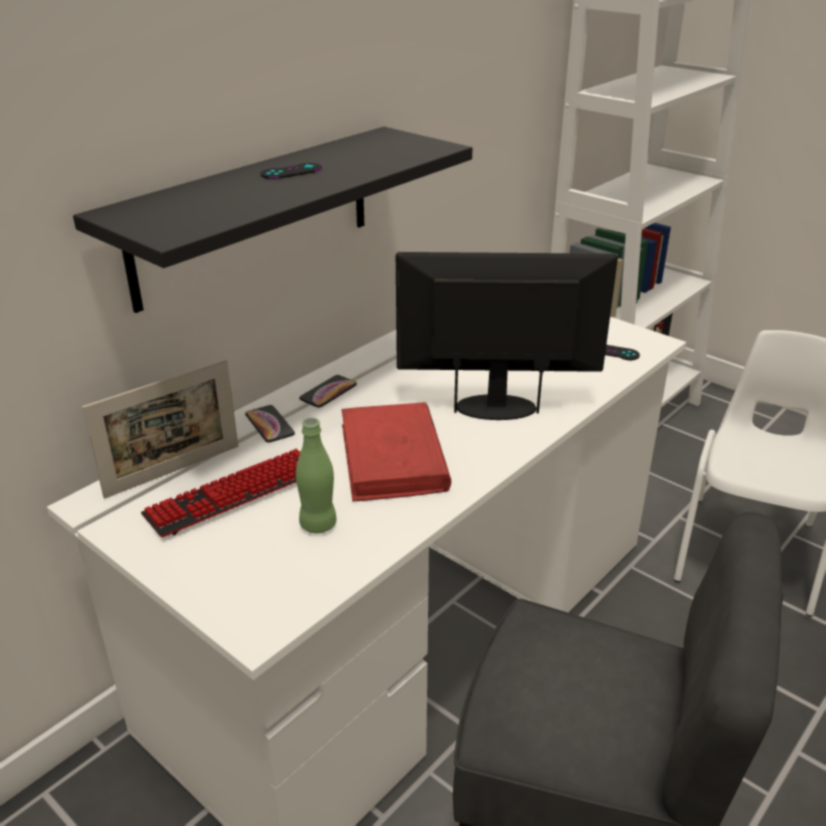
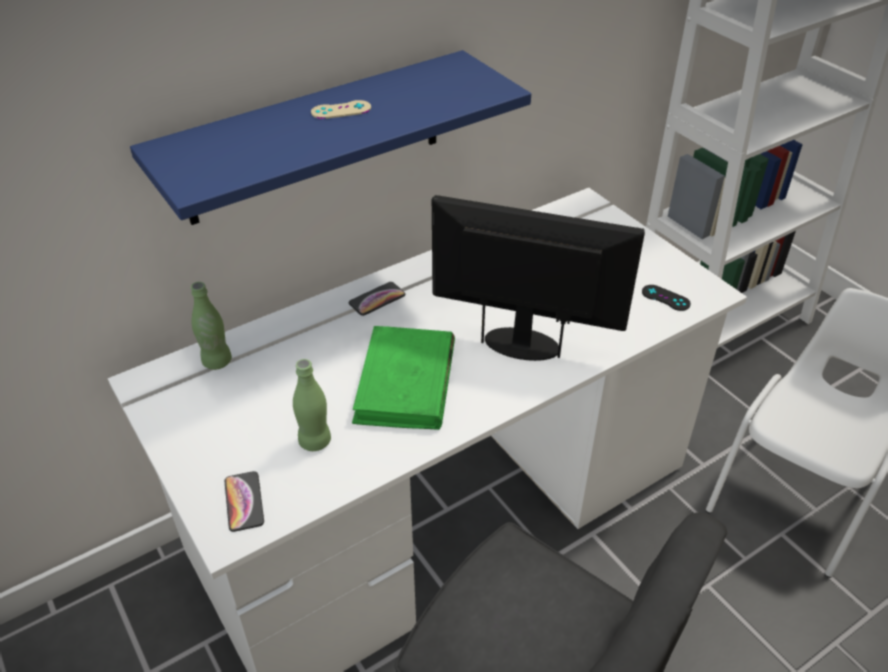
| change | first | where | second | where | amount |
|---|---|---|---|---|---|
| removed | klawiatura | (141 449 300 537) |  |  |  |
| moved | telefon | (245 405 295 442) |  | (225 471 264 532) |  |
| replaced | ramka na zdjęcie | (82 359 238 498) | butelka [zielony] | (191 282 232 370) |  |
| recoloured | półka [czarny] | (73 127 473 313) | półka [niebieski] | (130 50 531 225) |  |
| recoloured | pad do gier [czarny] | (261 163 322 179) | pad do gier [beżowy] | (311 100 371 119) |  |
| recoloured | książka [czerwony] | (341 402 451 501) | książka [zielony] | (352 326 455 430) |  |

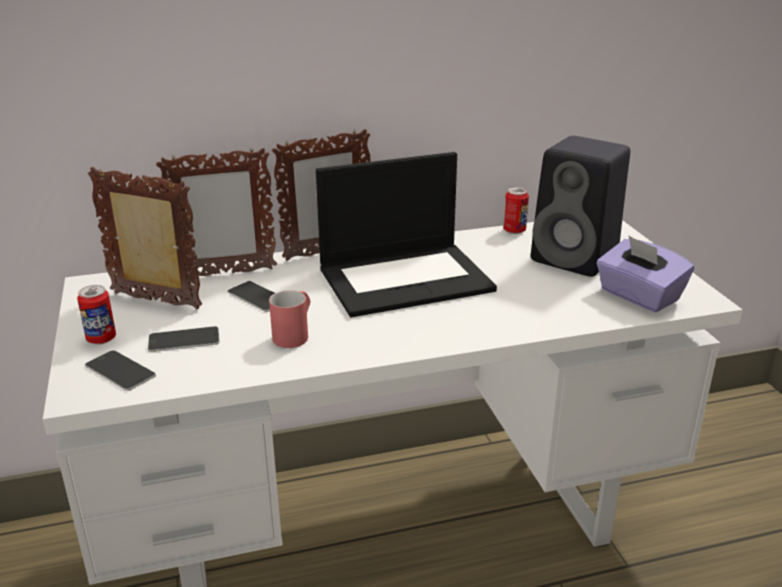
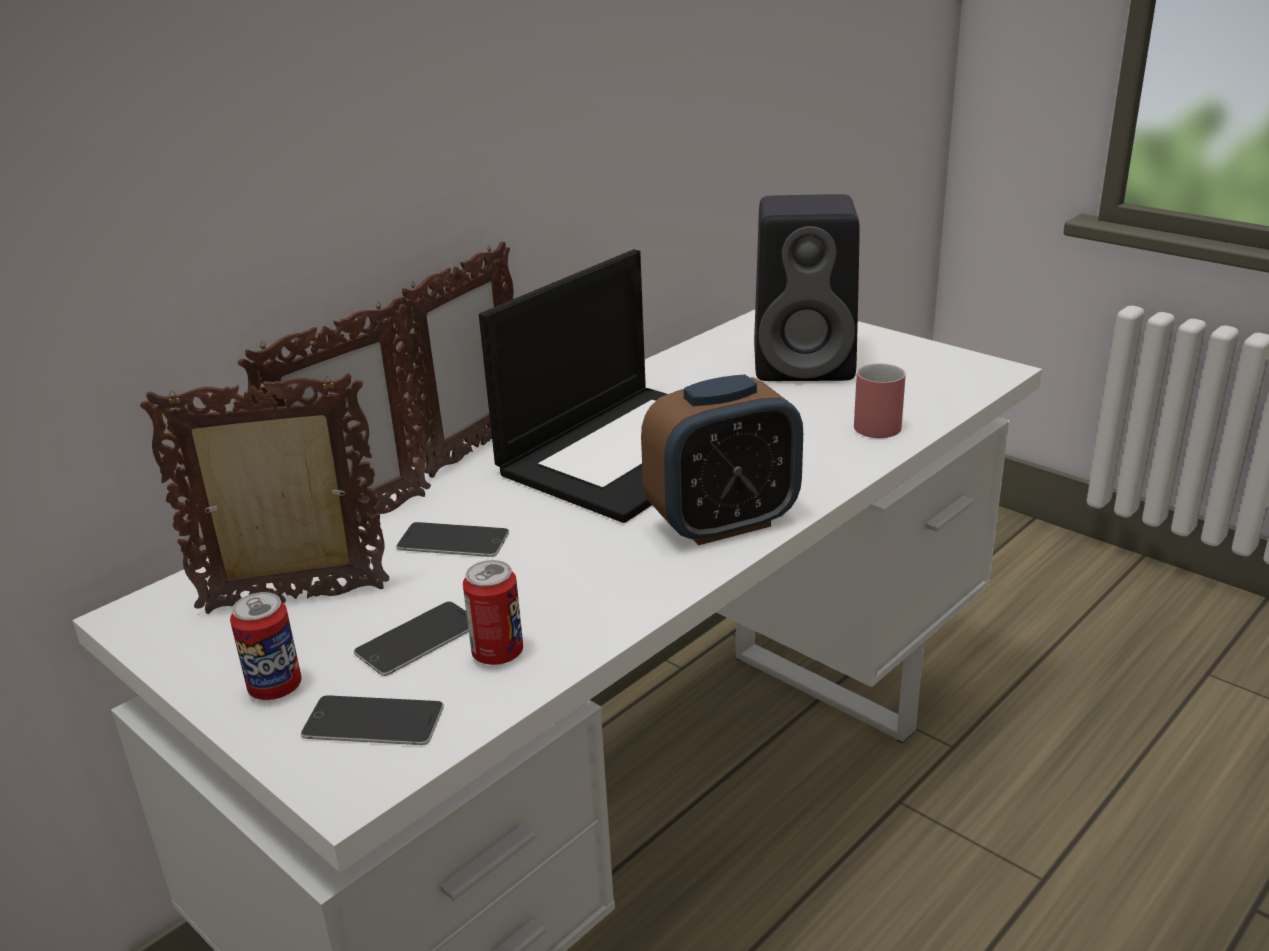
| change | first | where | second | where | amount |
|---|---|---|---|---|---|
| removed | pudełko chusteczek [fioletowy] | (596 235 694 312) |  |  |  |
| added |  |  | budzik | (641 375 803 545) |  |
| moved | kubek [czerwony] | (269 290 311 348) |  | (854 363 906 438) |  |
| moved | puszka | (503 187 529 234) |  | (463 560 523 665) |  |

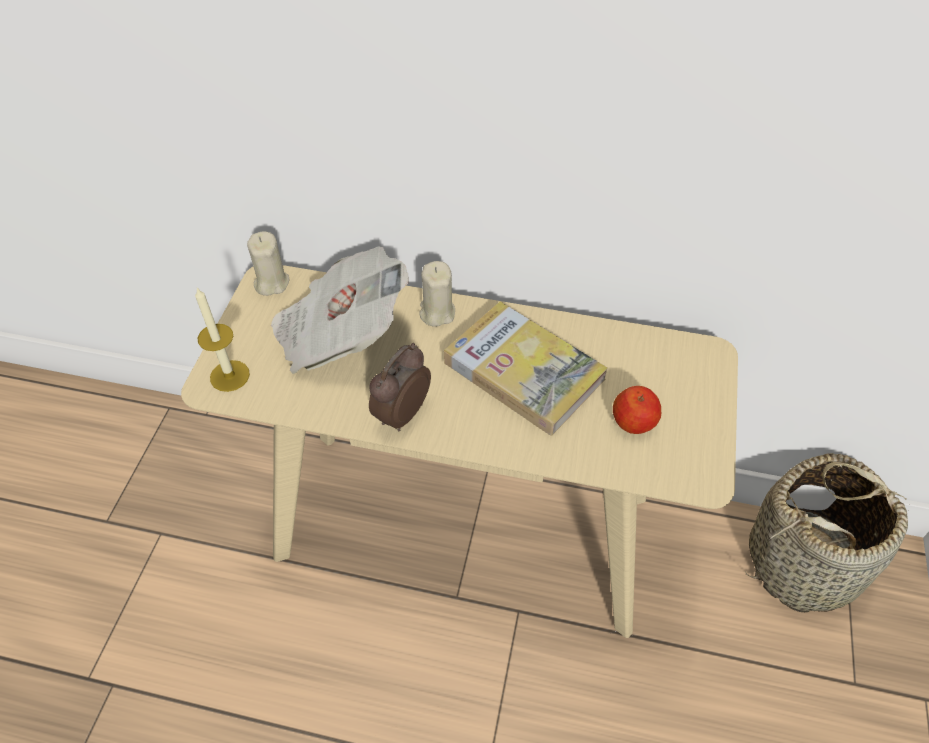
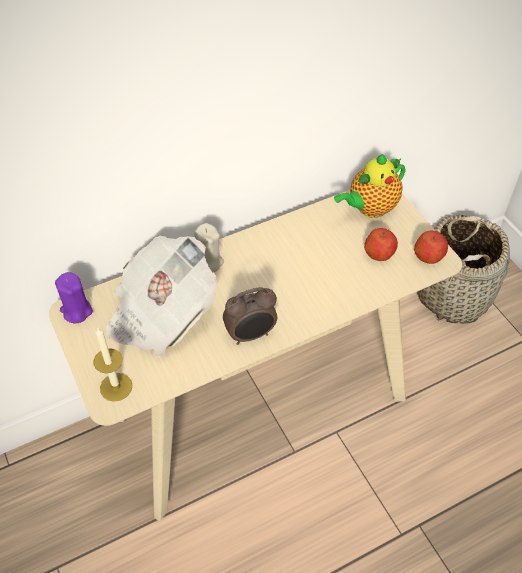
| change | first | where | second | where | amount |
|---|---|---|---|---|---|
| removed | książka | (444 301 608 436) |  |  |  |
| added |  |  | imbryk | (334 154 405 218) |  |
| added |  |  | jabłko | (414 231 448 264) |  |
| recoloured | świeca [beżowy] | (247 231 289 296) | świeca [fioletowy] | (55 272 93 323) |  |
| turned | budzik | (369 343 431 431) |  | (223 287 277 345) | 105 degrees counterclockwise |

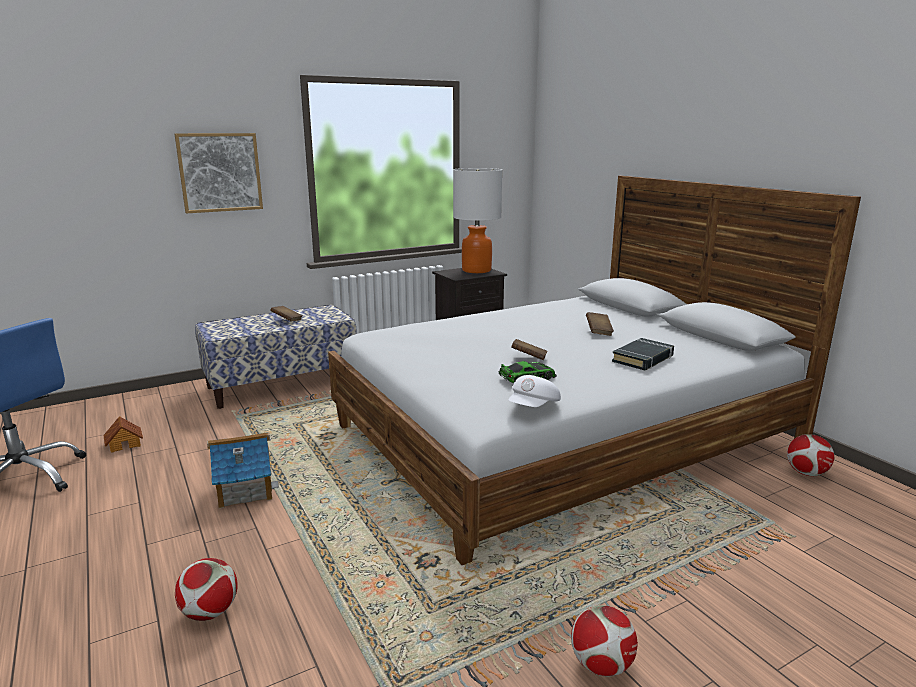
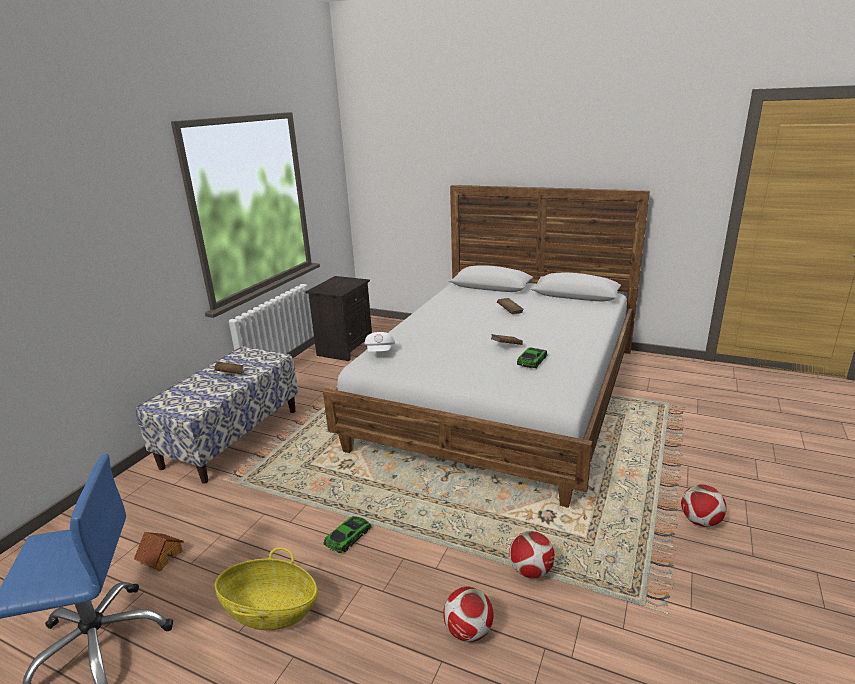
| change | first | where | second | where | amount |
|---|---|---|---|---|---|
| removed | obraz | (175 133 263 213) |  |  |  |
| removed | lampa stołowa | (453 168 502 273) |  |  |  |
| removed | książka [czarny] | (612 338 674 370) |  |  |  |
| added |  |  | koszyk | (215 548 318 630) |  |
| moved | czapka z daszkiem [biały] | (508 375 561 407) |  | (364 332 395 352) |  |
| moved | piłka futbolowa | (787 434 834 476) |  | (509 531 555 578) |  |
| replaced | domek | (207 432 279 509) | samochodzik | (323 516 371 553) |  |

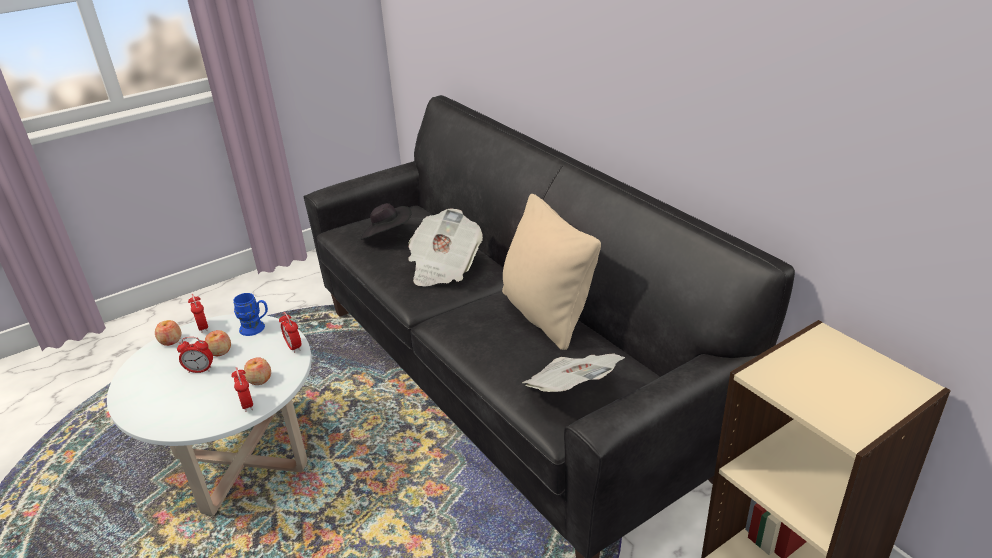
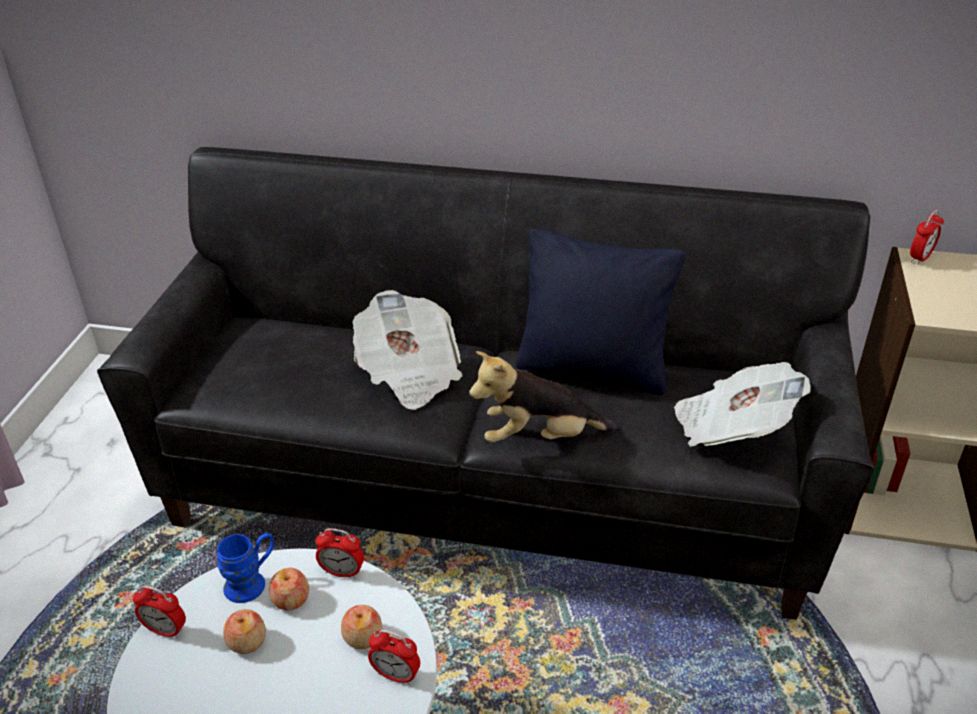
| change | first | where | second | where | amount |
|---|---|---|---|---|---|
| removed | kapelusz [czarny] | (360 203 412 240) |  |  |  |
| added |  |  | pluszak | (469 351 617 443) |  |
| moved | jabłko | (155 320 181 346) |  | (269 568 309 610) |  |
| moved | budzik | (177 337 213 373) |  | (910 210 944 265) |  |
| recoloured | poduszka [beżowy] | (502 194 601 350) | poduszka [czarny] | (515 228 686 395) |  |

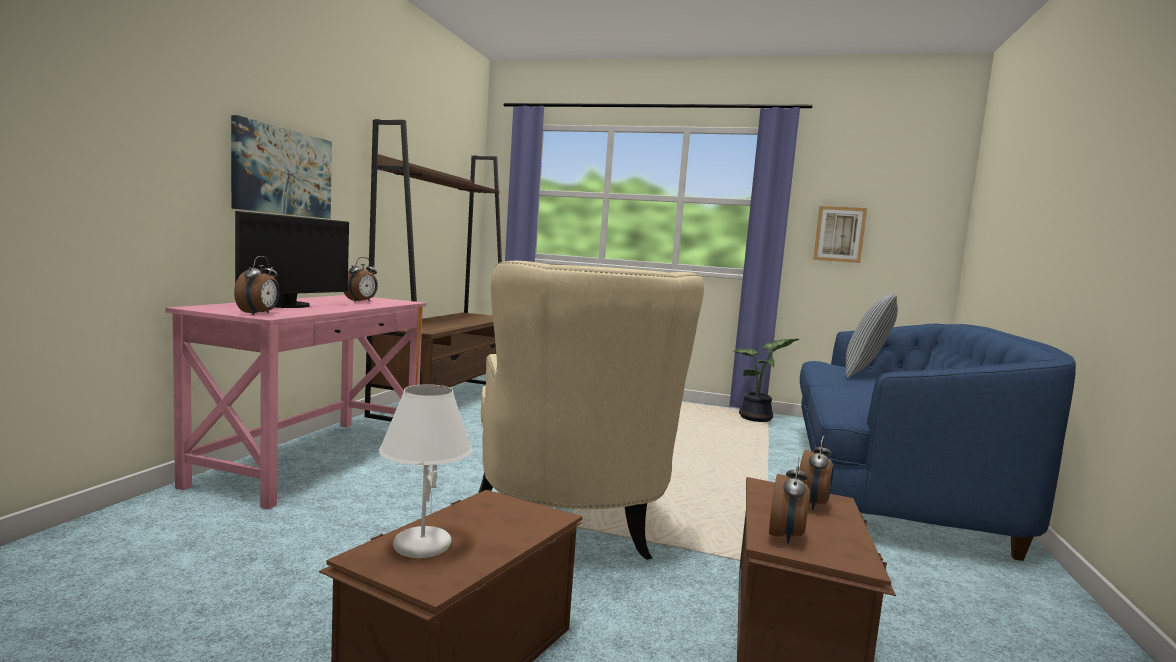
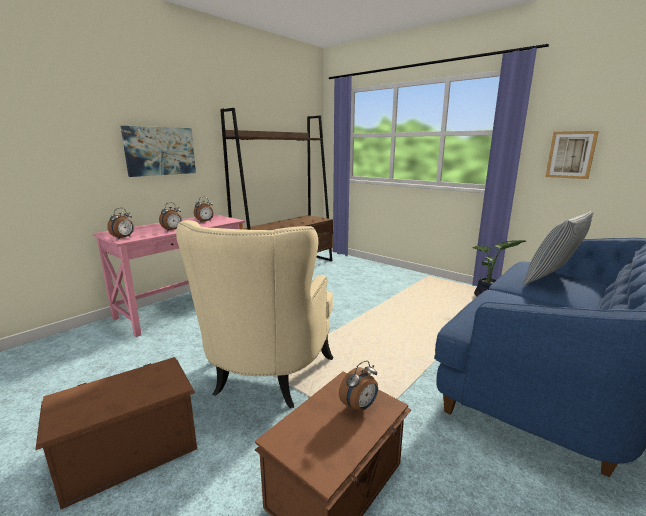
| change | first | where | second | where | amount |
|---|---|---|---|---|---|
| removed | monitor | (235 211 349 308) |  |  |  |
| removed | lampa stołowa [biały] | (379 384 472 558) |  |  |  |
| moved | budzik | (769 457 810 544) |  | (159 202 182 231) |  |

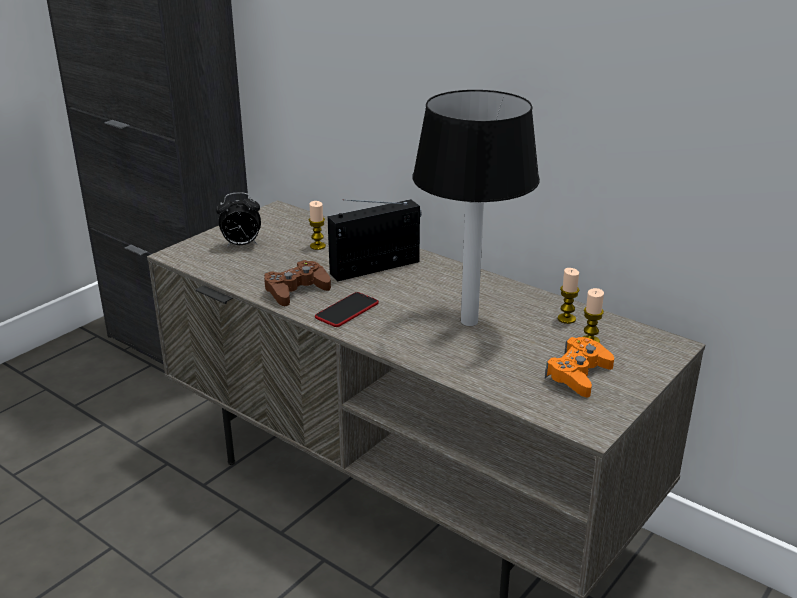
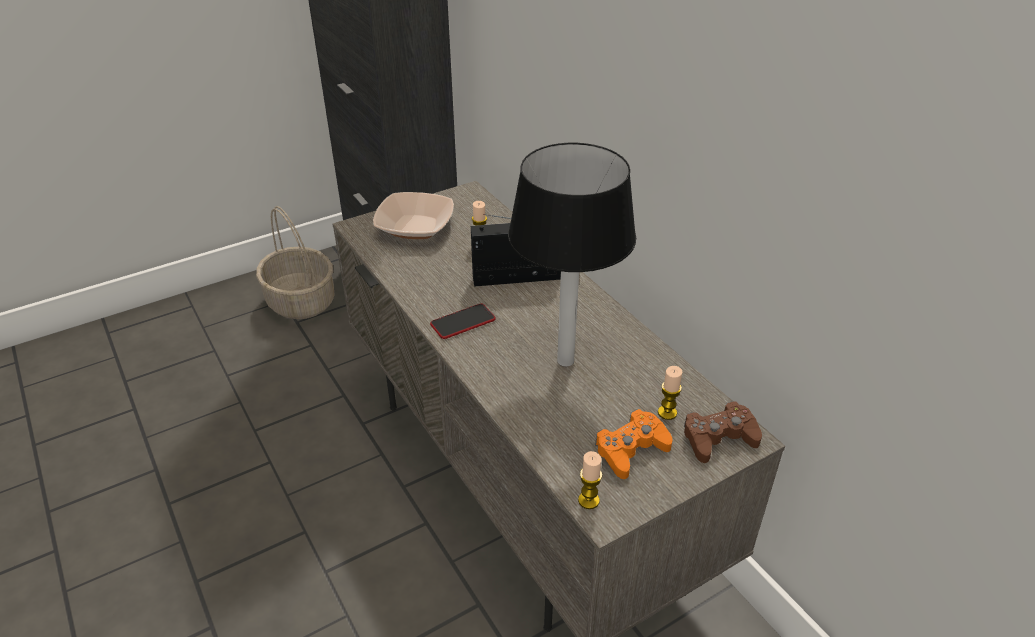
| change | first | where | second | where | amount |
|---|---|---|---|---|---|
| added |  |  | koszyk | (256 206 334 319) |  |
| moved | pad do gier [brązowy] | (264 260 331 306) |  | (684 401 762 463) |  |
| moved | świeca | (558 268 579 324) |  | (578 451 602 509) |  |
| replaced | budzik | (216 192 261 247) | miska | (373 192 454 239) |  |

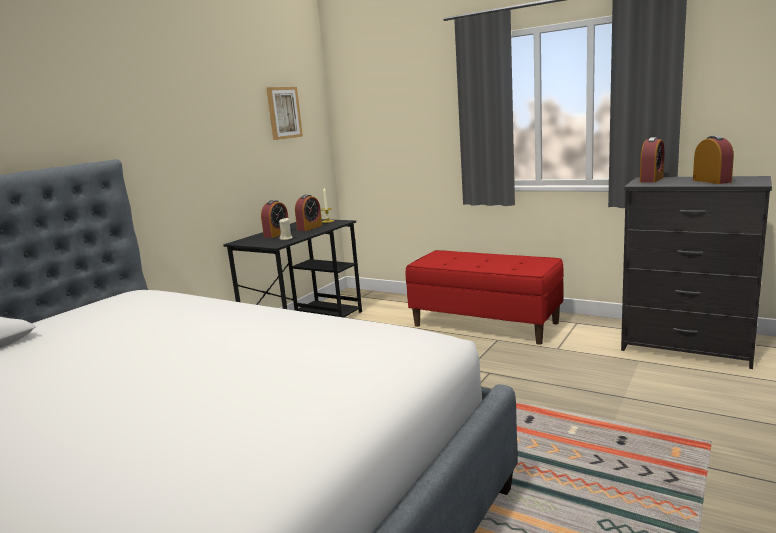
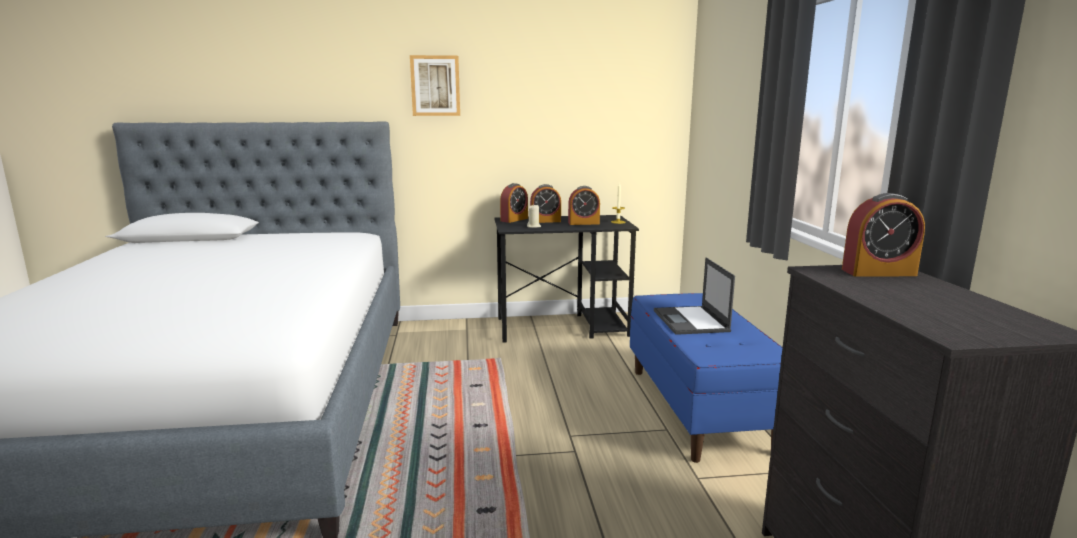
| change | first | where | second | where | amount |
|---|---|---|---|---|---|
| added |  |  | laptop | (654 257 735 335) |  |
| moved | obraz | (266 87 303 140) |  | (410 55 460 116) |  |
| moved | budzik | (693 135 734 184) |  | (500 183 528 223) |  |
| recoloured | ławka [czerwony] | (406 250 564 345) | ławka [niebieski] | (630 293 783 463) |  |

